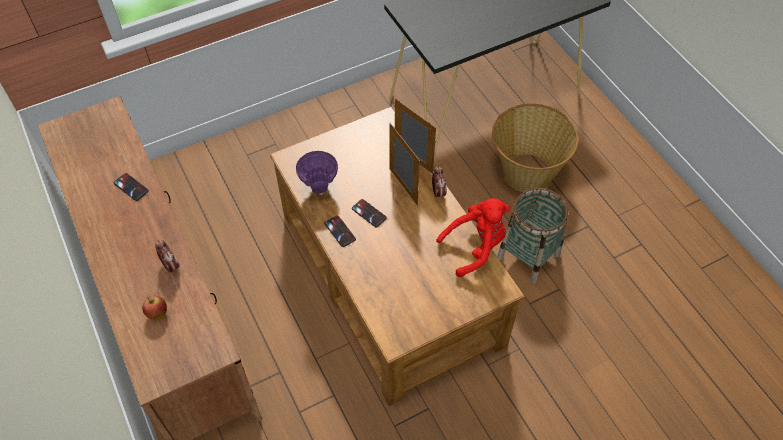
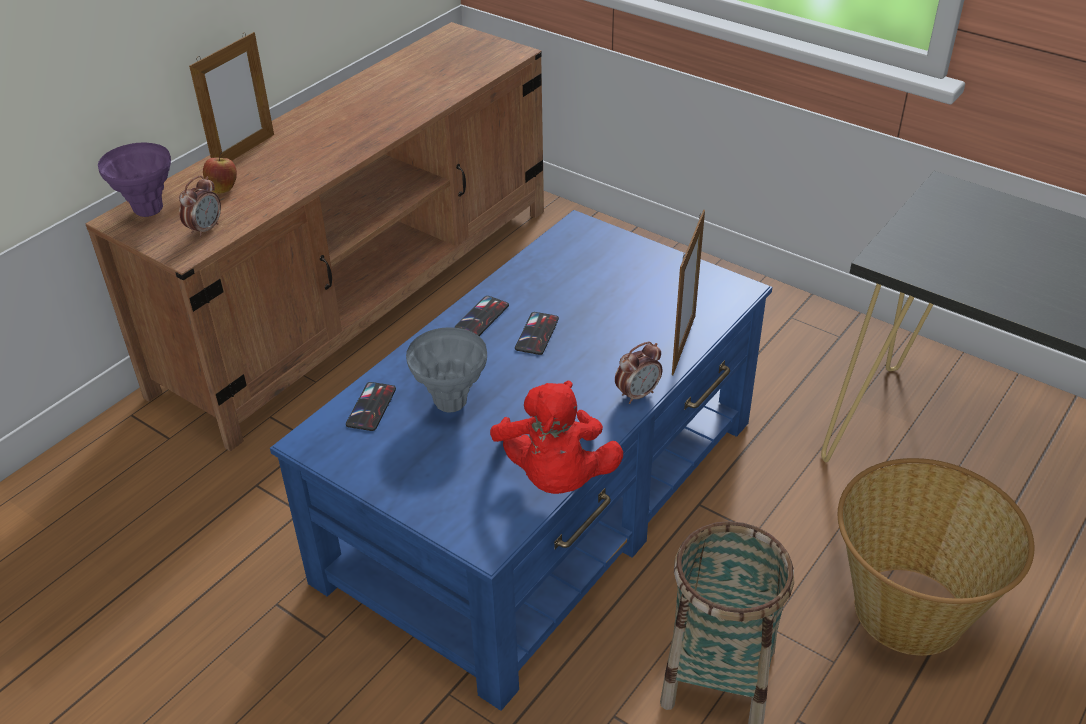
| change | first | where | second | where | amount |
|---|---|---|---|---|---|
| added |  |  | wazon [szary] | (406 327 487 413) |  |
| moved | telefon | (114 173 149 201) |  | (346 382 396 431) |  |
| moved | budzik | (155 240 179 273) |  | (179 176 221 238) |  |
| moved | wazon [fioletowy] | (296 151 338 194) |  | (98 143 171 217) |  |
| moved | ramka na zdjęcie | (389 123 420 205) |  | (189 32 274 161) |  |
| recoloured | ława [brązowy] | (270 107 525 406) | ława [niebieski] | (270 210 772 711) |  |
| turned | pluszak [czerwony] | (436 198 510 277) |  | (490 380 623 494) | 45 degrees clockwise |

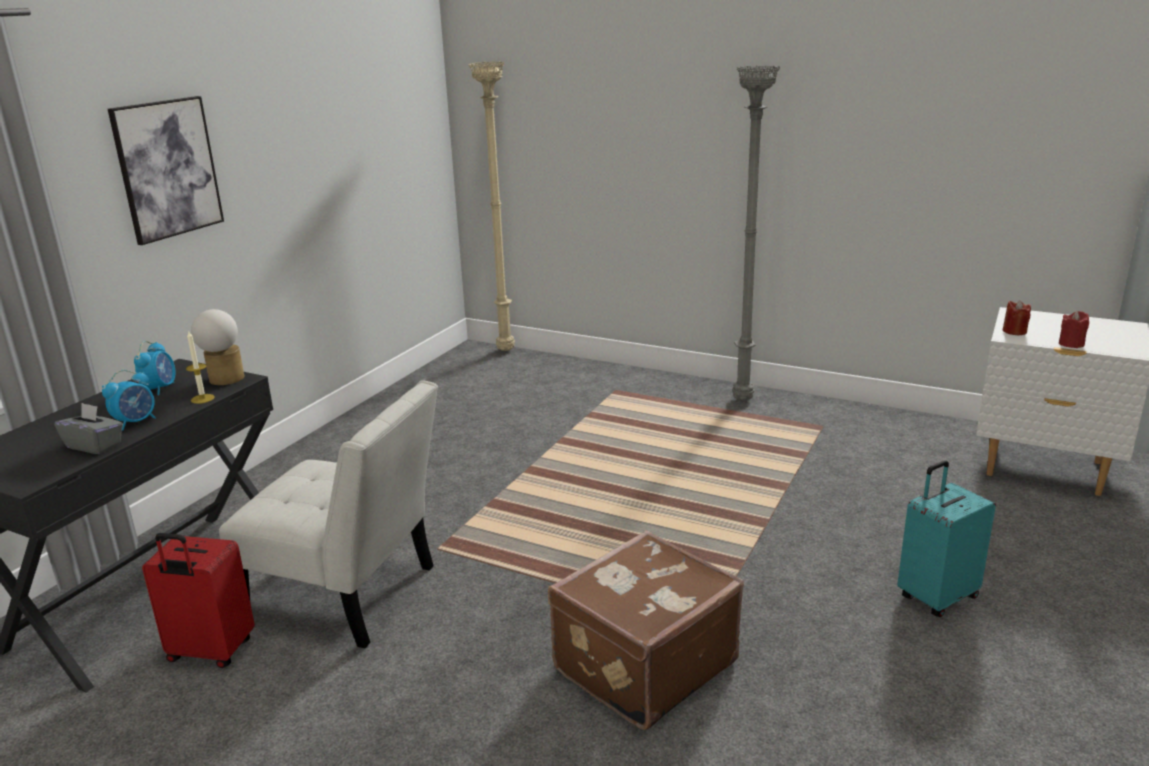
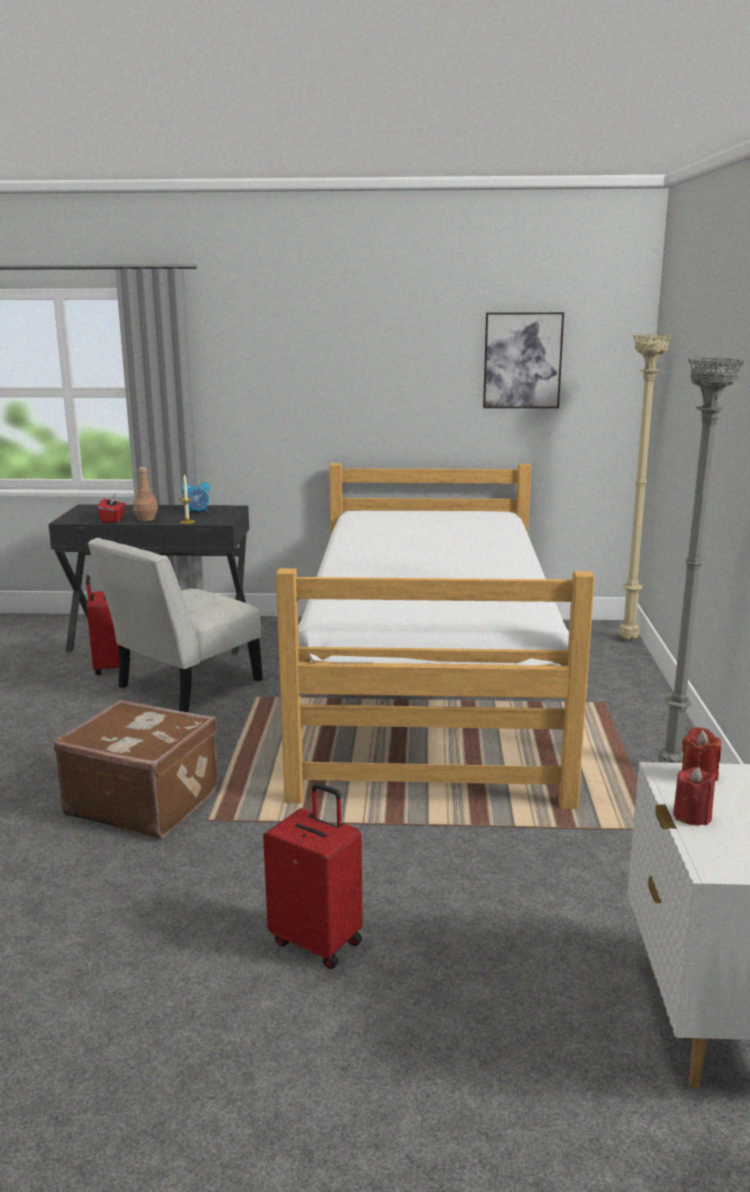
| change | first | where | second | where | amount |
|---|---|---|---|---|---|
| removed | lampa stołowa | (191 309 244 385) |  |  |  |
| added |  |  | łóżko | (276 463 595 809) |  |
| moved | obraz | (108 96 224 245) |  | (483 312 564 408) |  |
| replaced | budzik | (102 370 156 431) | butelka [brązowy] | (133 467 158 521) |  |
| recoloured | pudełko chusteczek [szary] | (54 403 123 454) | pudełko chusteczek [czerwony] | (97 494 125 523) |  |
| recoloured | walizka [turkusowy] | (897 460 996 617) | walizka [czerwony] | (263 783 362 969) |  |
| turned | krzesło [biały] | (219 380 438 648) |  | (88 538 263 712) | 45 degrees clockwise |

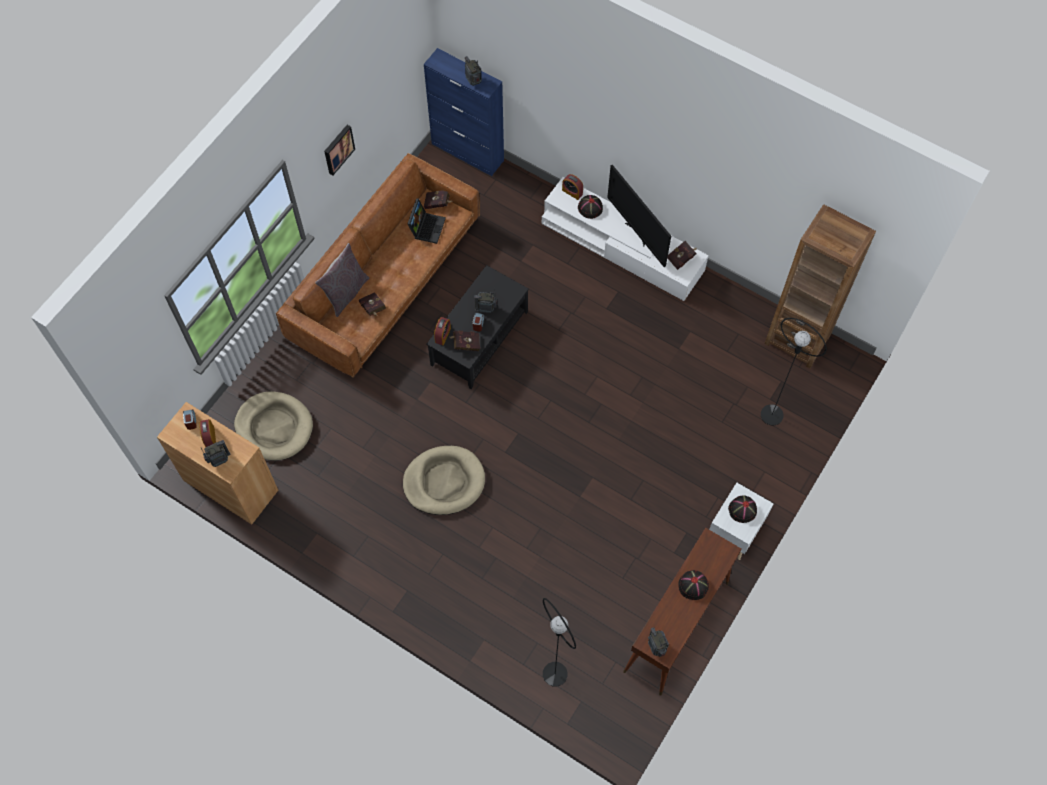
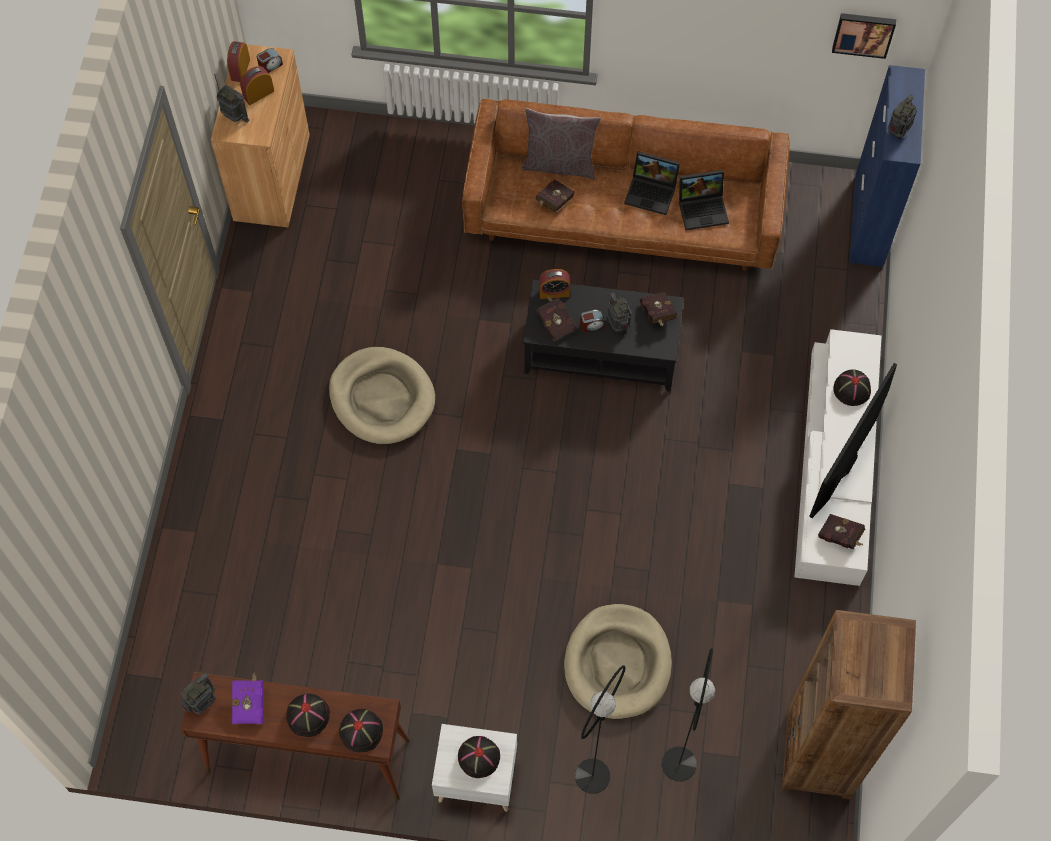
| change | first | where | second | where | amount |
|---|---|---|---|---|---|
| added |  |  | książka [fioletowy] | (232 674 264 724) |  |
| added |  |  | kapelusz [czarny] | (339 708 383 752) |  |
| added |  |  | laptop | (624 151 680 215) |  |
| moved | legowisko [beżowy] | (234 391 313 461) |  | (564 604 672 719) |  |
| moved | obraz | (324 125 355 175) |  | (832 13 896 59) |  |
| moved | książka [czerwony] | (424 190 452 209) |  | (640 292 677 326) |  |
| moved | lampa stojąca [czarny] | (543 598 576 686) |  | (575 665 626 794) |  |
| moved | budzik | (562 174 583 200) |  | (227 41 250 82) |  |

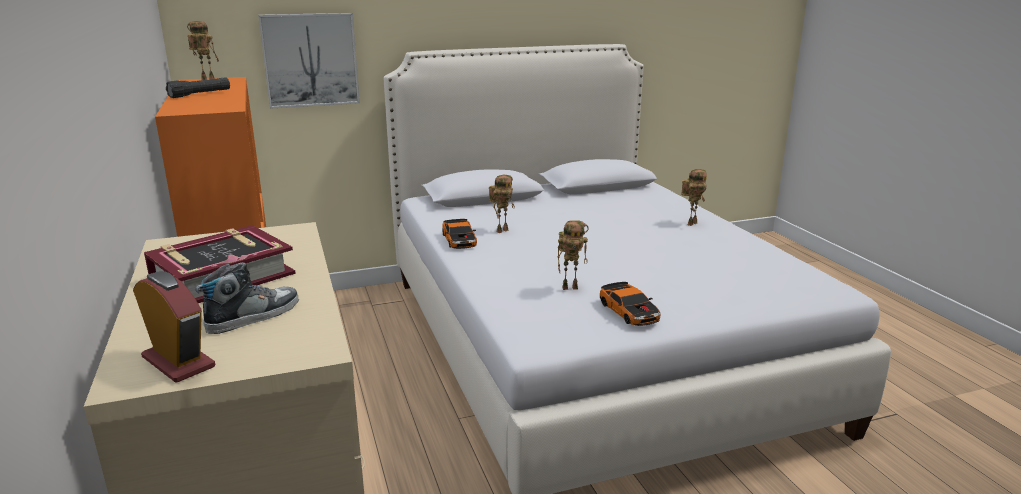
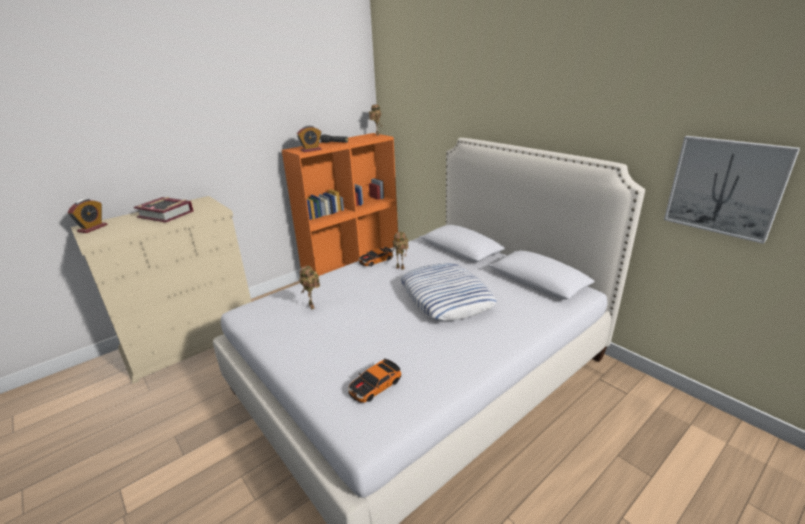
| change | first | where | second | where | amount |
|---|---|---|---|---|---|
| removed | but | (195 262 299 334) |  |  |  |
| removed | robot zabawkowy | (681 169 707 226) |  |  |  |
| added |  |  | budzik | (297 126 321 152) |  |
| added |  |  | poduszka | (401 263 497 321) |  |
| moved | obraz | (258 13 360 109) |  | (664 136 800 244) |  |
| moved | samochodzik | (600 282 661 326) |  | (348 359 401 403) |  |

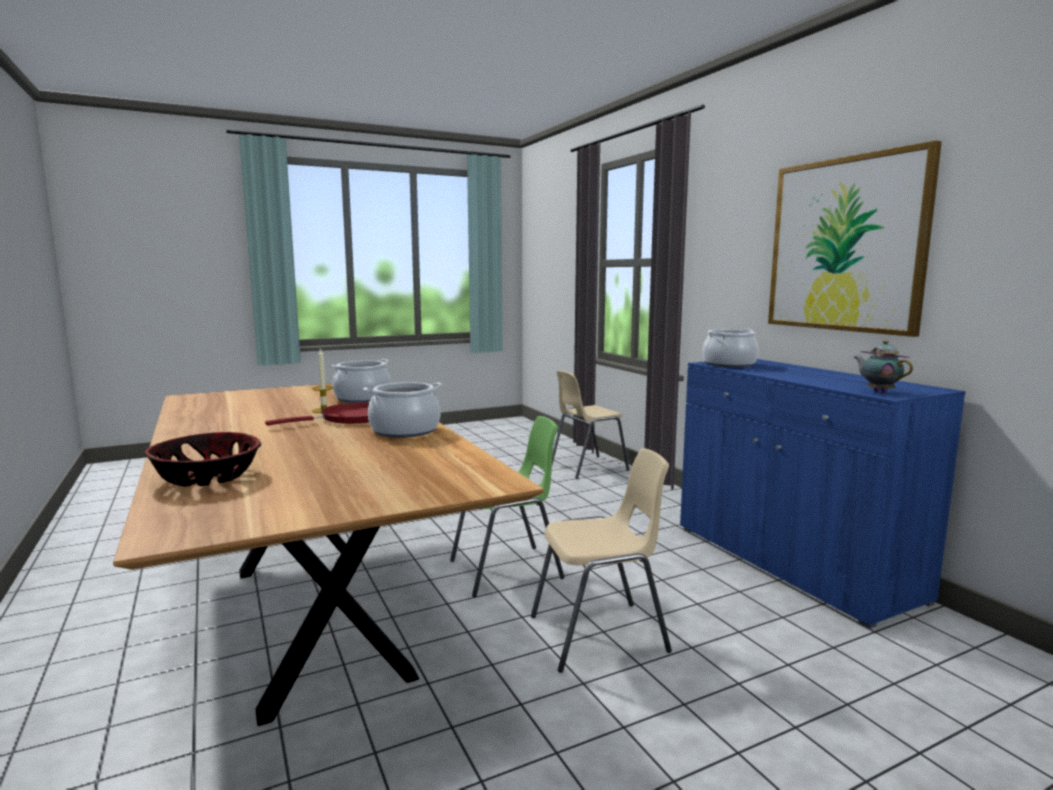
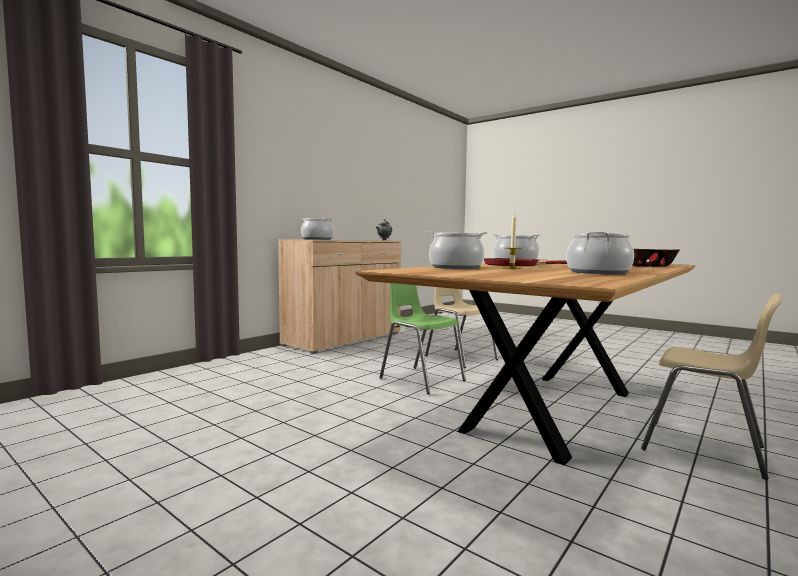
| change | first | where | second | where | amount |
|---|---|---|---|---|---|
| removed | obraz | (768 140 942 337) |  |  |  |
| added |  |  | garnek | (566 231 634 274) |  |
| moved | krzesło [beżowy] | (552 370 629 479) |  | (641 293 783 480) |  |
| recoloured | szafka [niebieski] | (680 359 966 629) | szafka [beżowy] | (278 239 401 354) |  |

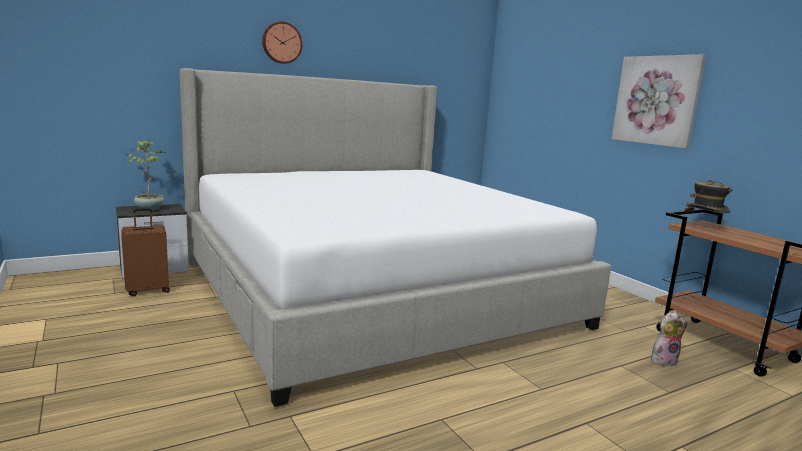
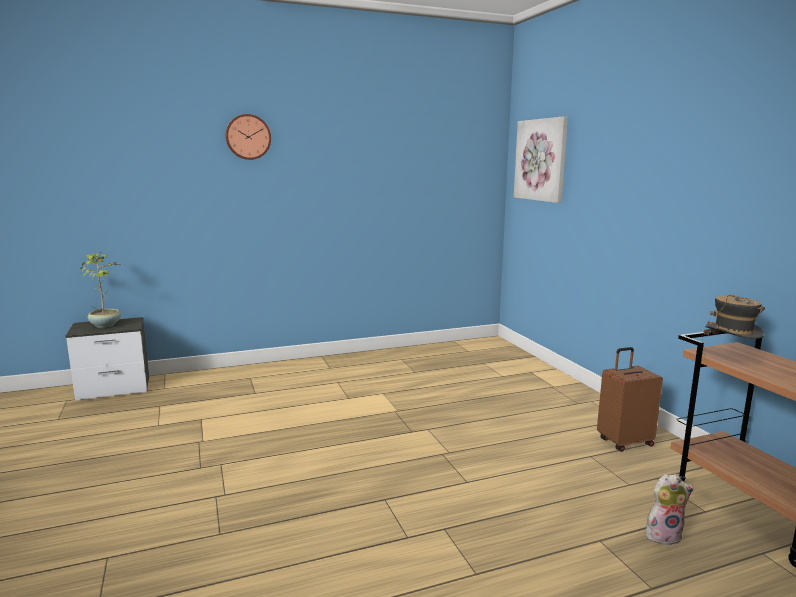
| change | first | where | second | where | amount |
|---|---|---|---|---|---|
| removed | łóżko | (179 68 611 407) |  |  |  |
| moved | walizka [brązowy] | (121 208 170 296) |  | (597 347 663 452) |  |
| moved | obraz | (612 54 706 148) |  | (514 116 568 203) |  |

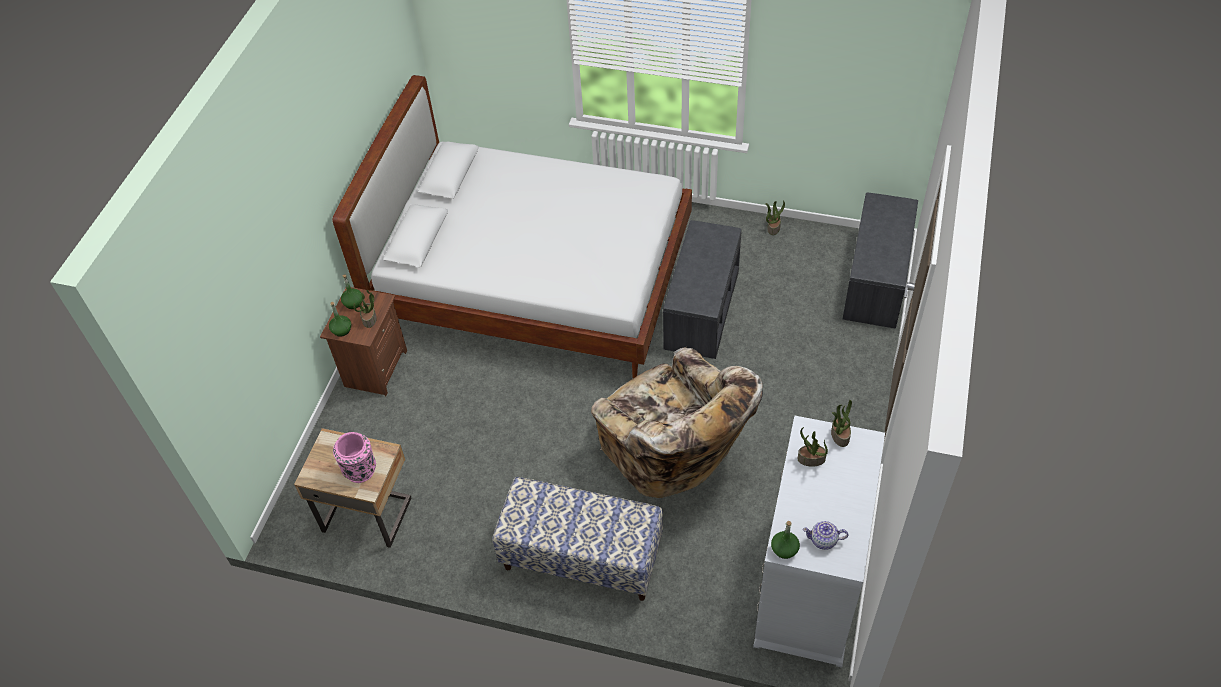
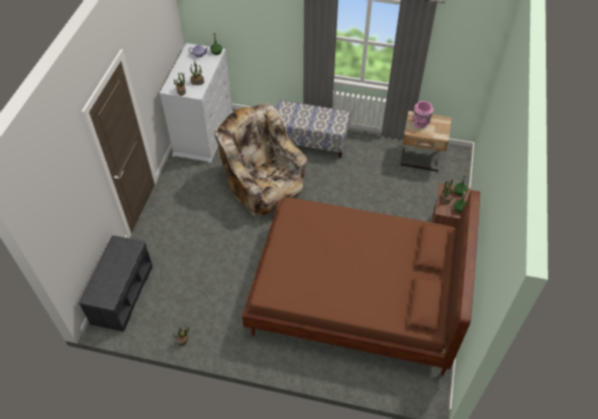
| change | first | where | second | where | amount |
|---|---|---|---|---|---|
| removed | ławka [szary] | (663 220 742 359) |  |  |  |
| recoloured | łóżko [biały] | (332 75 692 378) | łóżko [brązowy] | (242 190 480 375) |  |

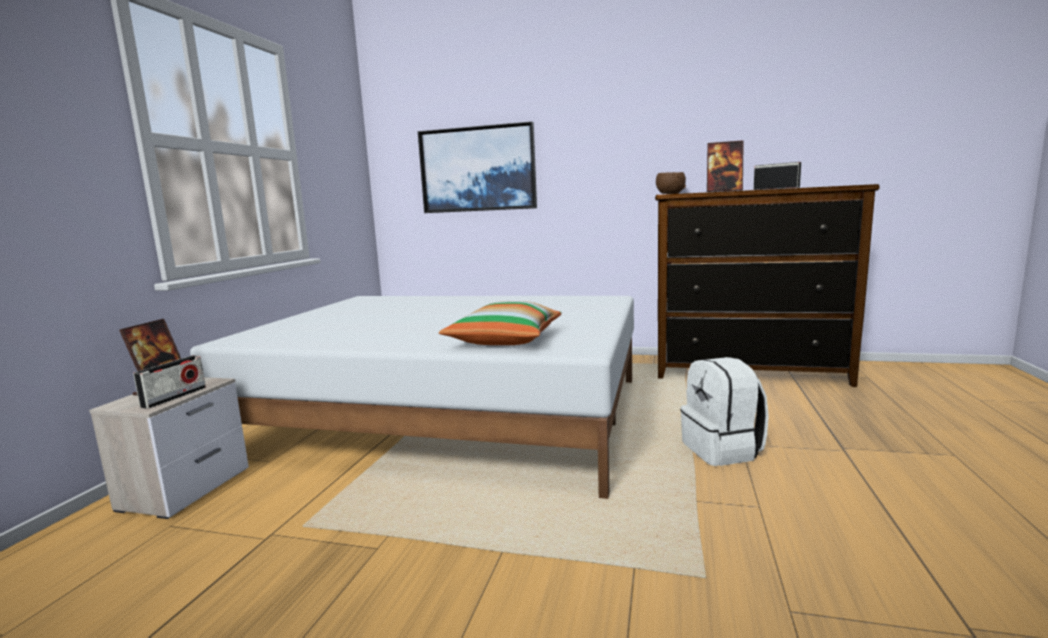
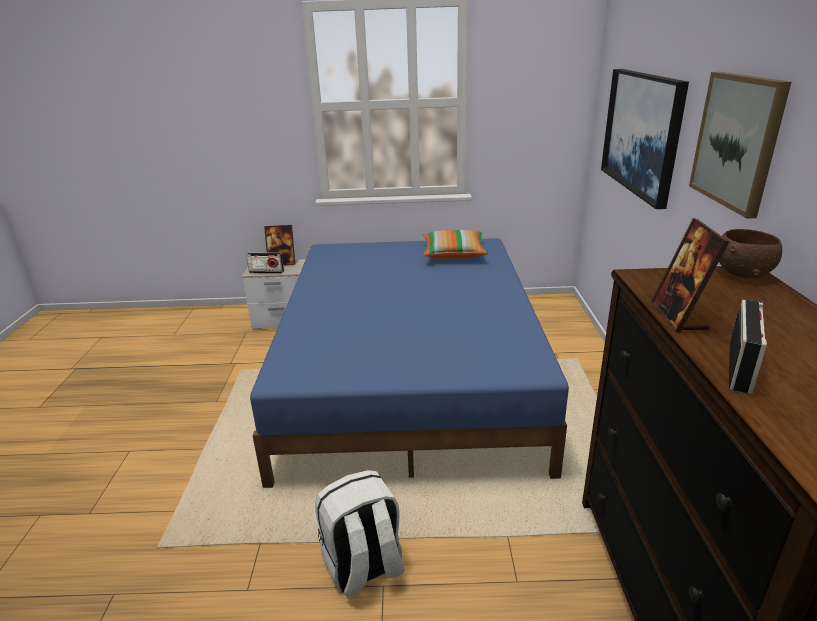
| change | first | where | second | where | amount |
|---|---|---|---|---|---|
| added |  |  | obraz | (689 72 791 219) |  |
| moved | poduszka | (439 301 562 345) |  | (423 230 489 259) |  |
| recoloured | łóżko [biały] | (190 296 634 499) | łóżko [niebieski] | (250 238 569 488) |  |

